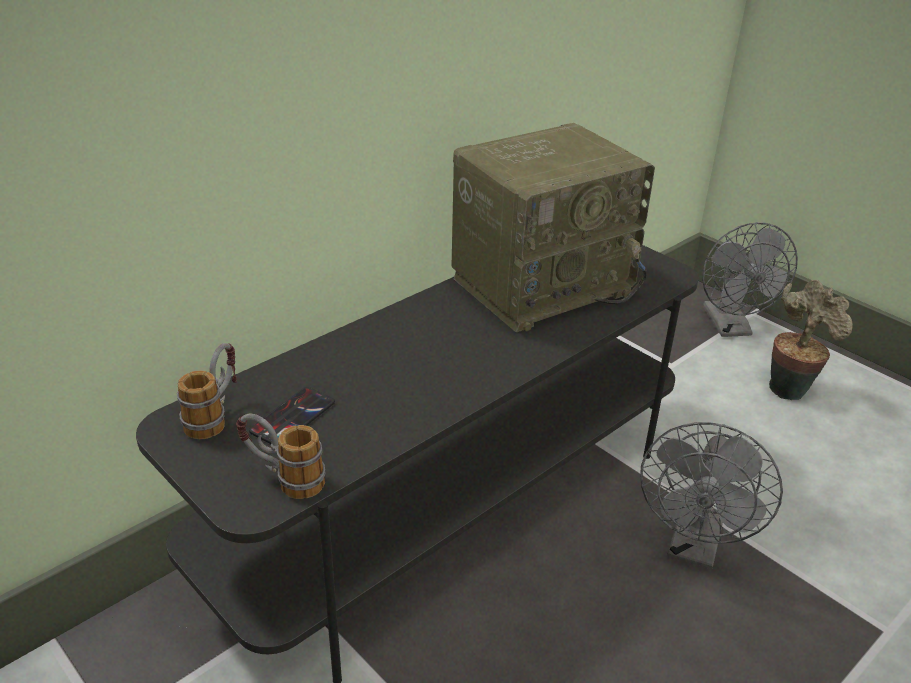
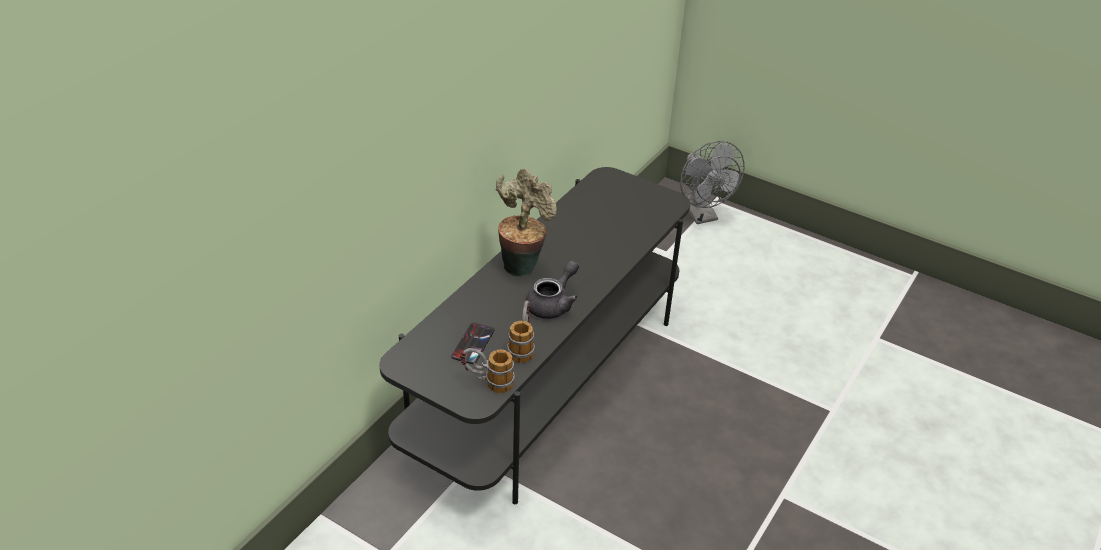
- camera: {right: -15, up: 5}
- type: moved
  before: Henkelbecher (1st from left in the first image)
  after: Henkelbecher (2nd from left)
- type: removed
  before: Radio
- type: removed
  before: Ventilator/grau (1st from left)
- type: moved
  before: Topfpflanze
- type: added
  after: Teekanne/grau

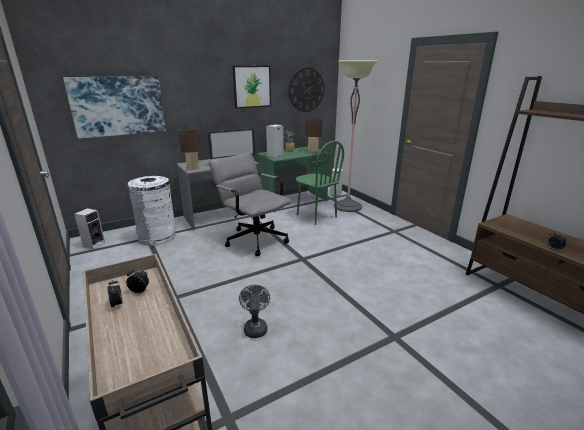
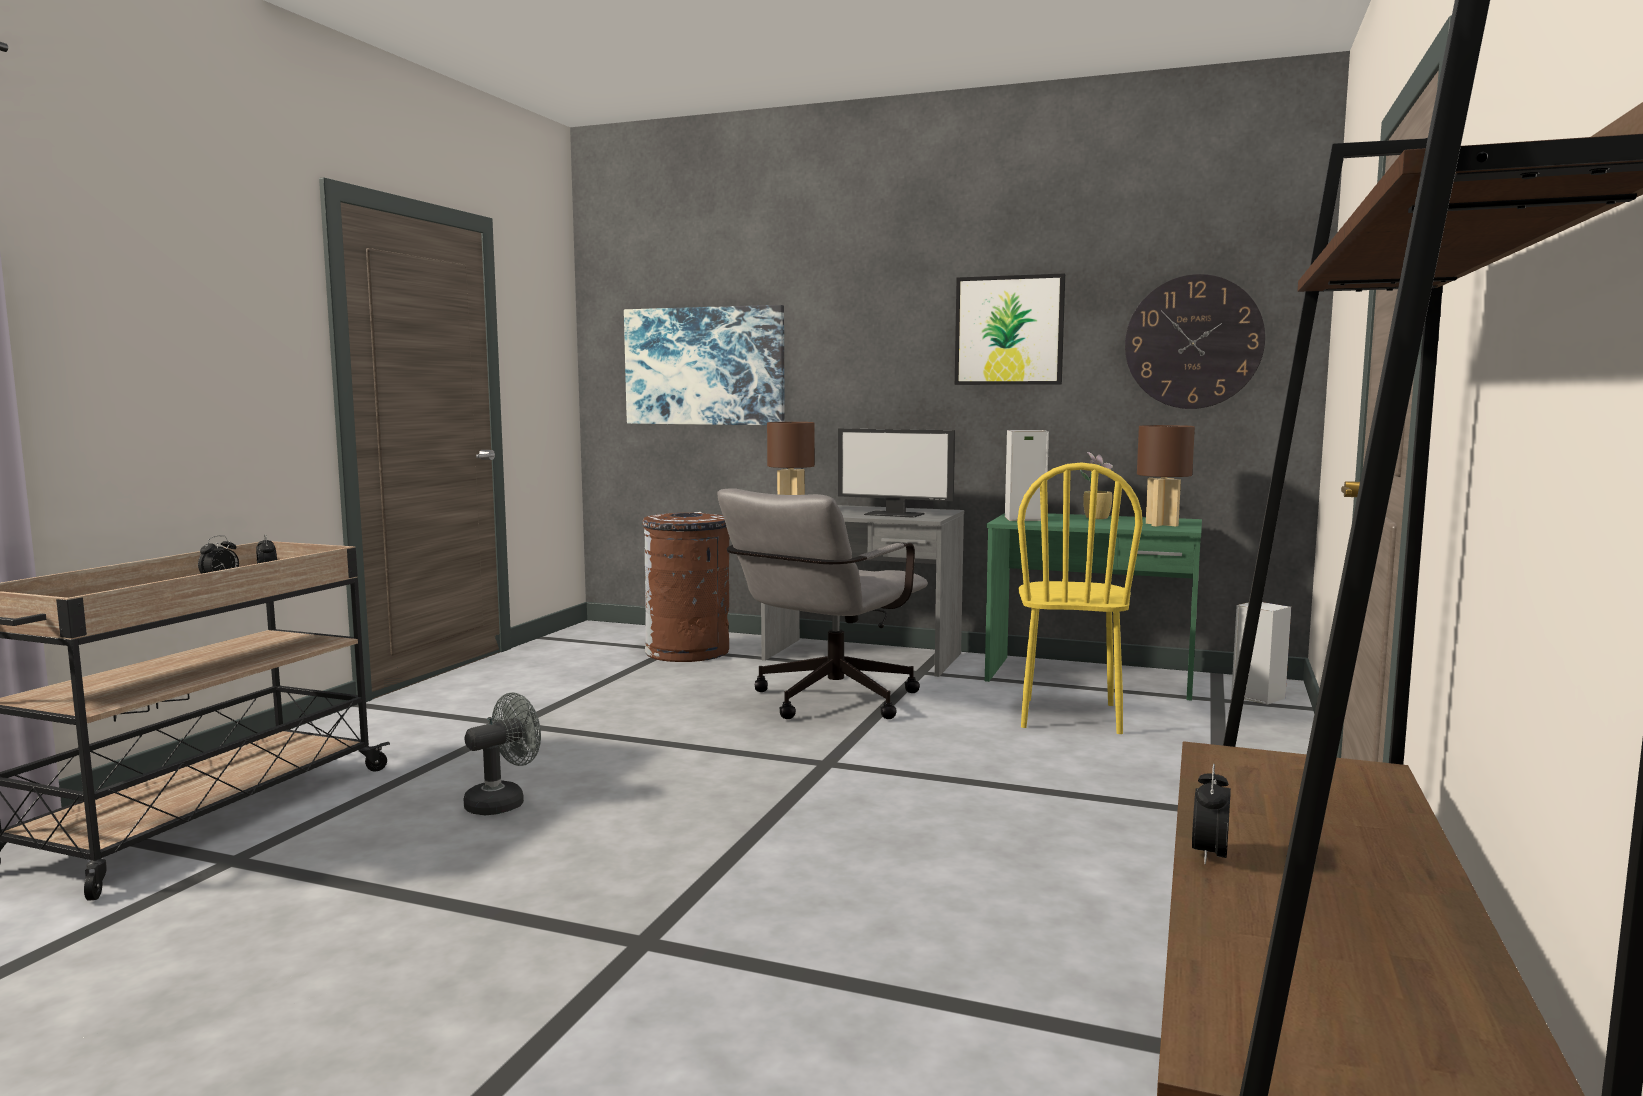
- camera: {right: 50, up: -15}
- type: removed
  before: Lautsprecher (1st from left)
- type: recoloured
  before: Mülleimer/weiß
  after: Mülleimer/braun
- type: turned
  before: Bürostuhl/grau
  turn: -150
- type: recoloured
  before: Stuhl/grün
  after: Stuhl/gelb
- type: removed
  before: Stehlampe

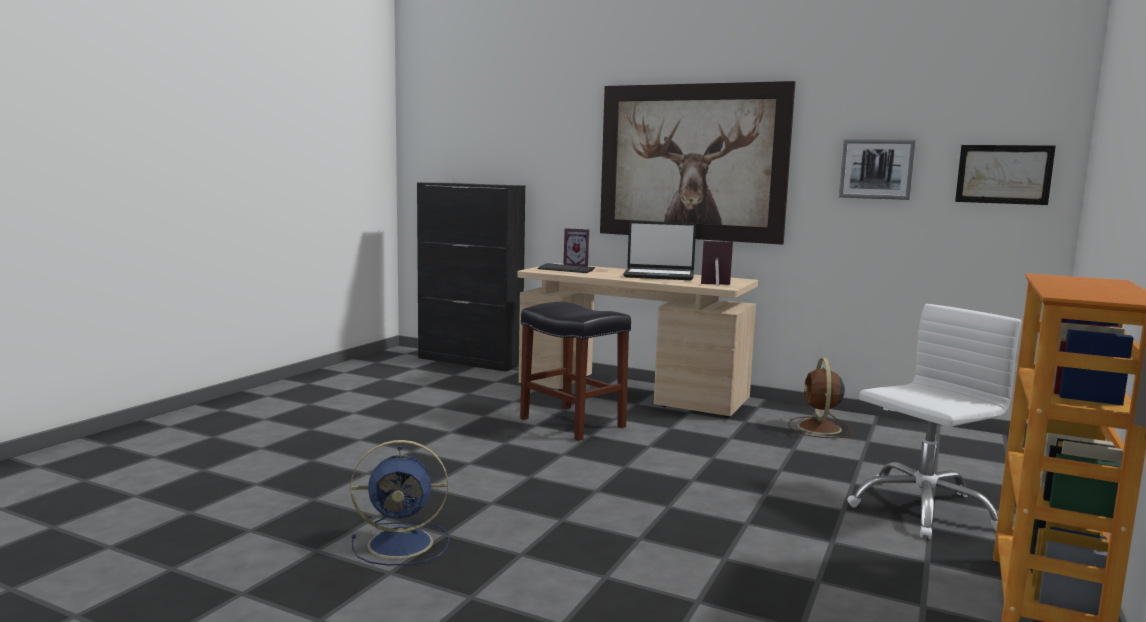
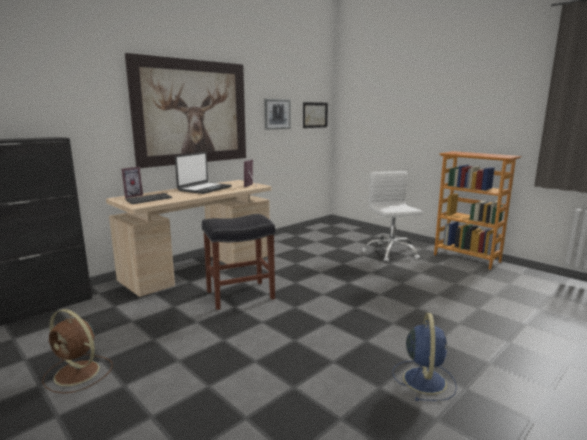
- camera: {right: -70, up: 5}
- type: moved
  before: Ventilator/braun

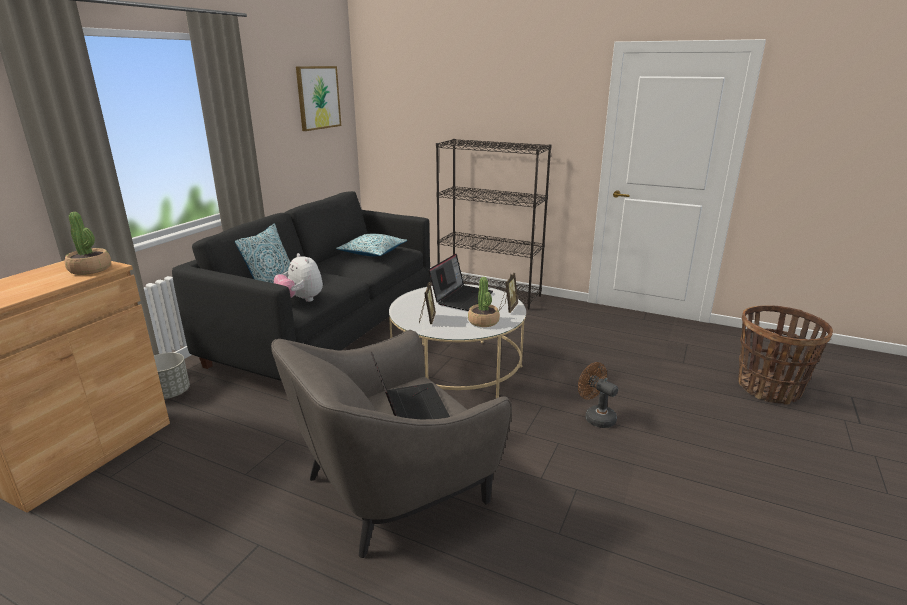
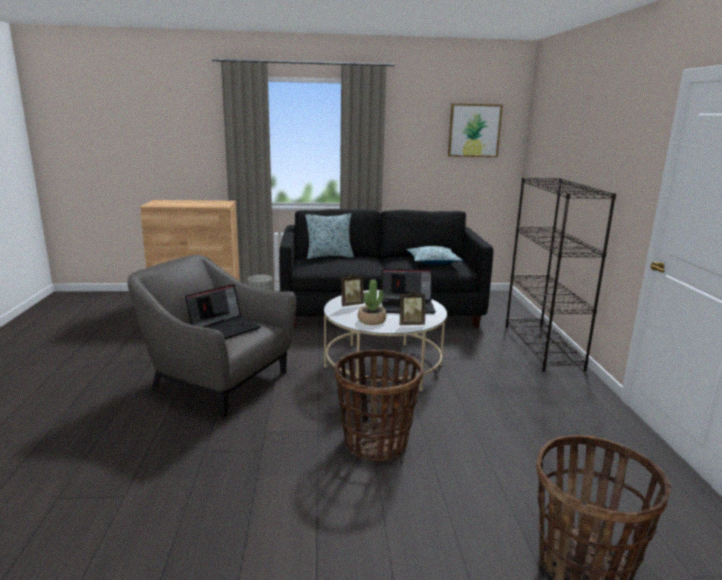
- camera: {right: 60, up: -5}
- type: removed
  before: Topfpflanze (1st from left)
- type: removed
  before: Plüschtier
- type: replaced
  before: Ventilator/braun
  after: Korb (1st from left)

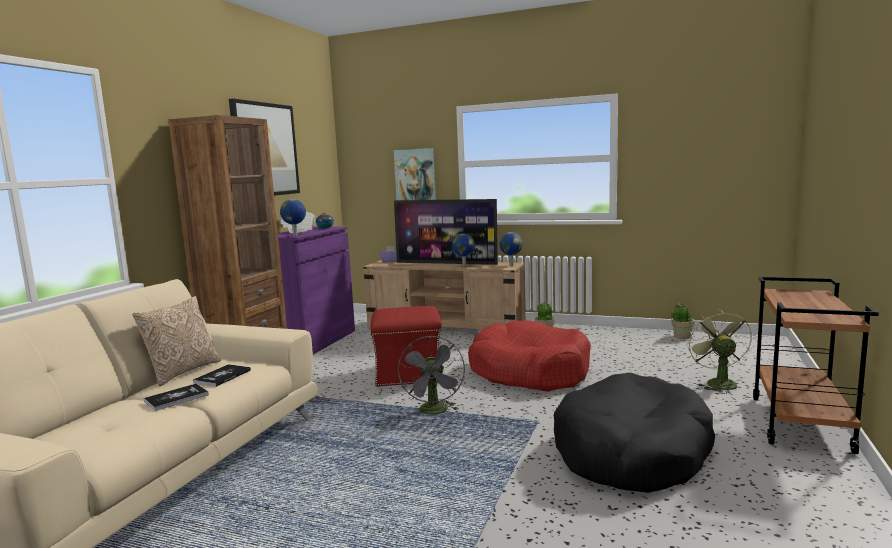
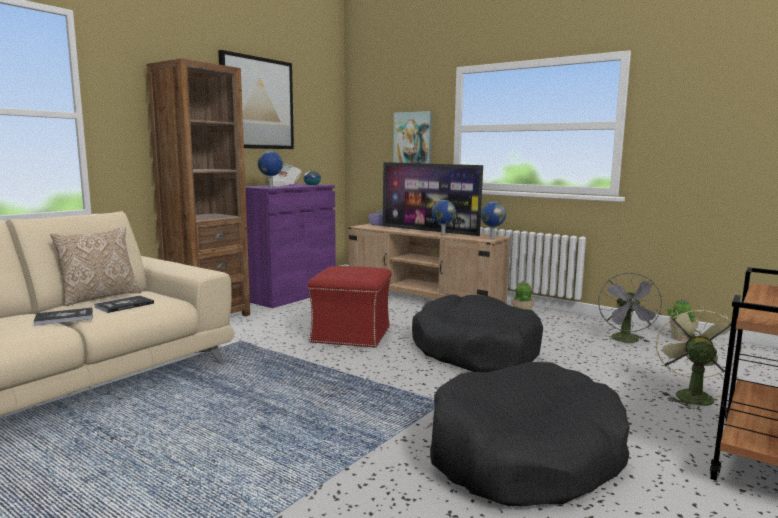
- camera: {right: 15, up: 0}
- type: moved
  before: Ventilator/grau
- type: recoloured
  before: Hundebett/rot
  after: Hundebett/schwarz (1st from left)

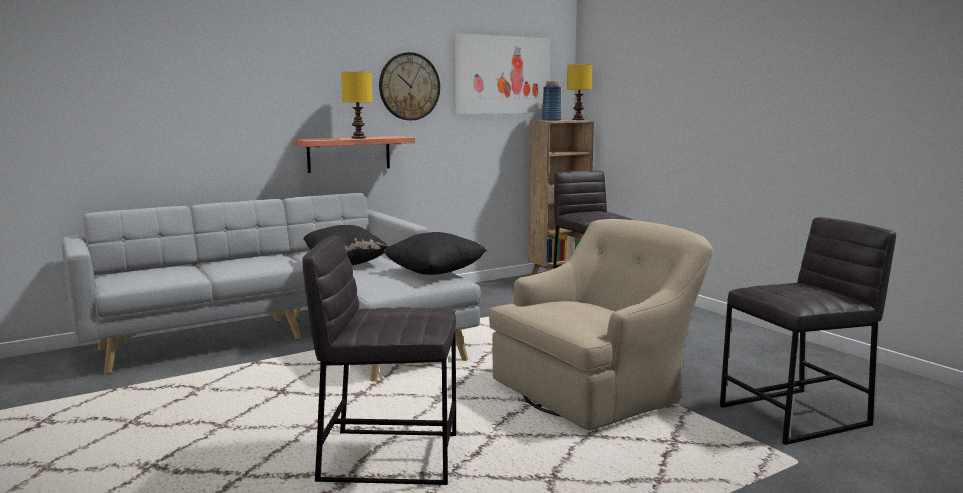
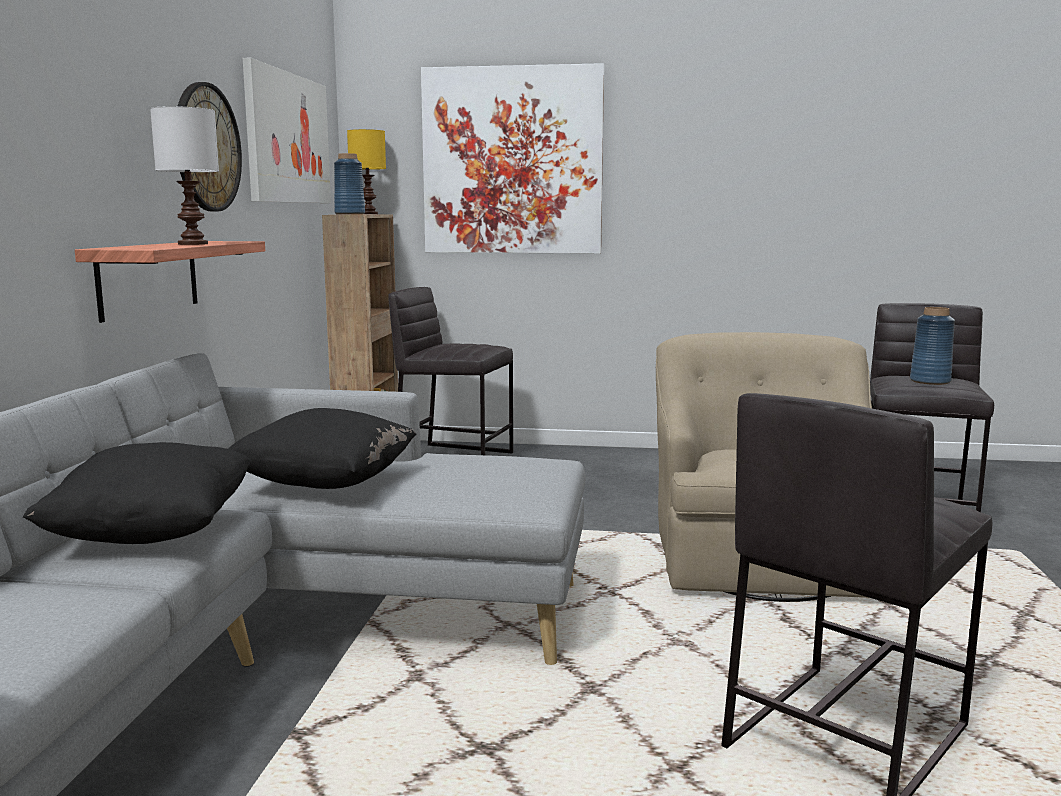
- camera: {right: -50, up: 0}
- type: recoloured
  before: Tischlampe/gelb (1st from left)
  after: Tischlampe/weiß
- type: moved
  before: Kissen/schwarz (2nd from left in the first image)
  after: Kissen/schwarz (1st from left)
- type: added
  after: Bild (2nd from left)
- type: added
  after: Vase/blau (2nd from left)

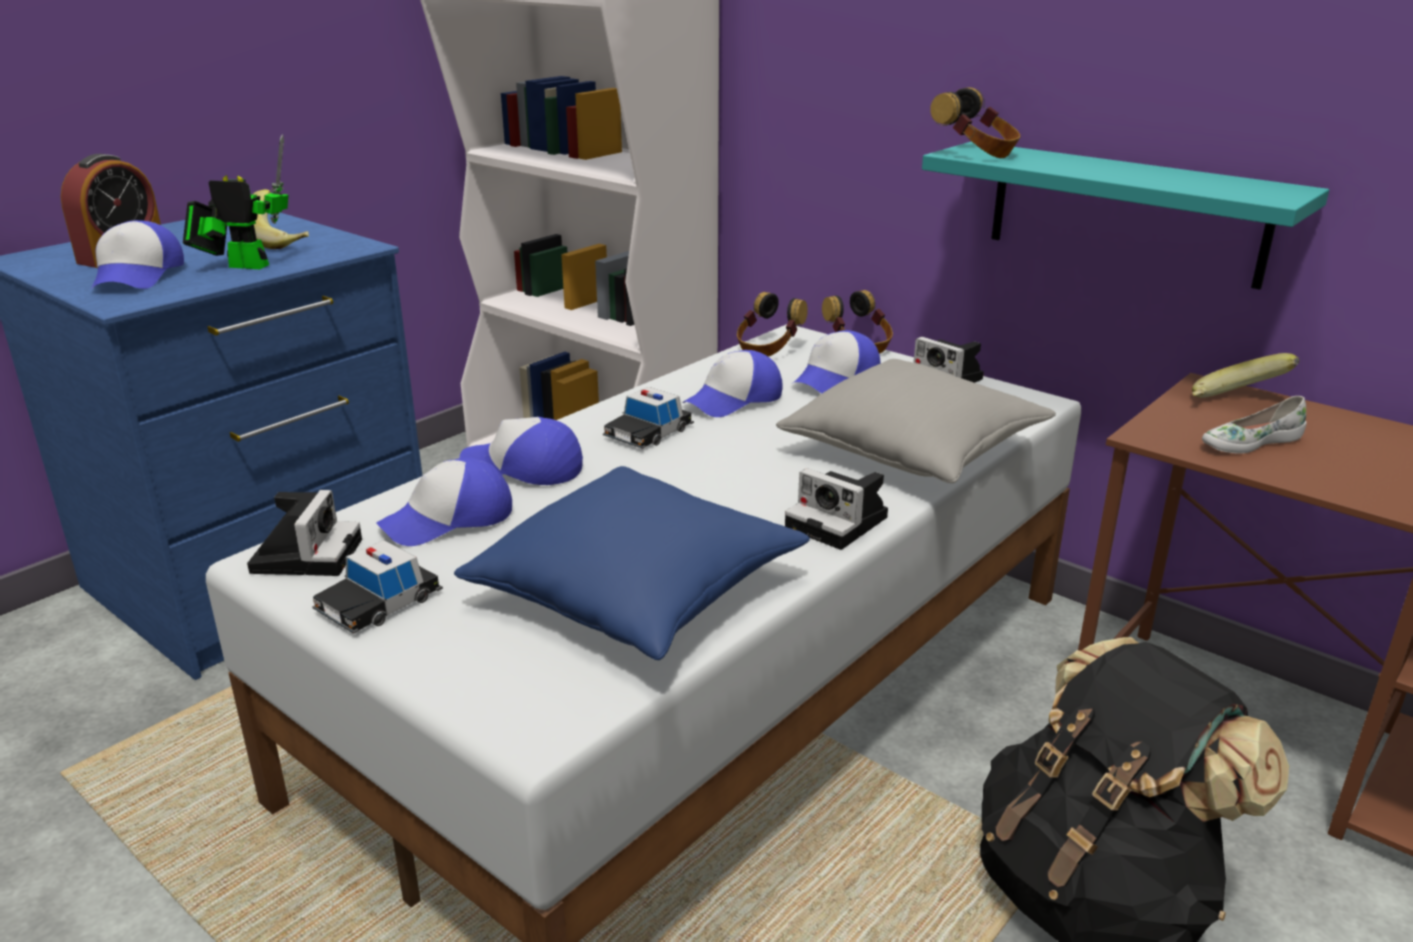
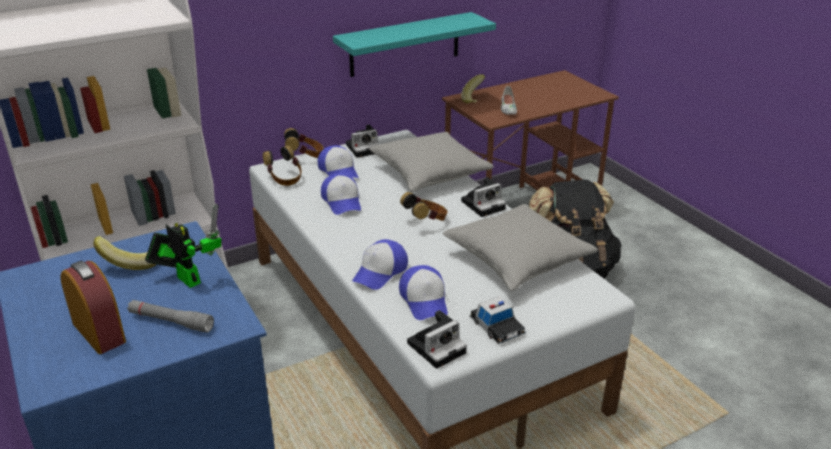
- camera: {right: -70, up: 5}
- type: replaced
  before: Kappe (1st from left)
  after: Taschenlampe/grau
- type: turned
  before: Spielzeugroboter
  turn: 105
- type: turned
  before: Kamera (1st from left in the first image)
  turn: 120
- type: recoloured
  before: Kissen/blau
  after: Kissen/grau (2nd from left)
- type: removed
  before: Spielzeugauto (2nd from left)
- type: moved
  before: Kopfhörer (3rd from left)

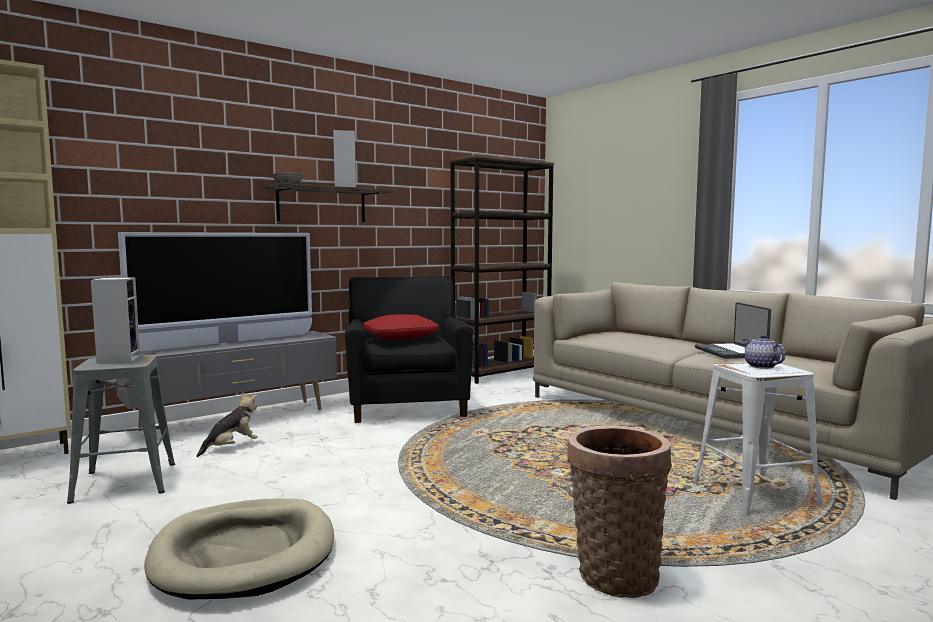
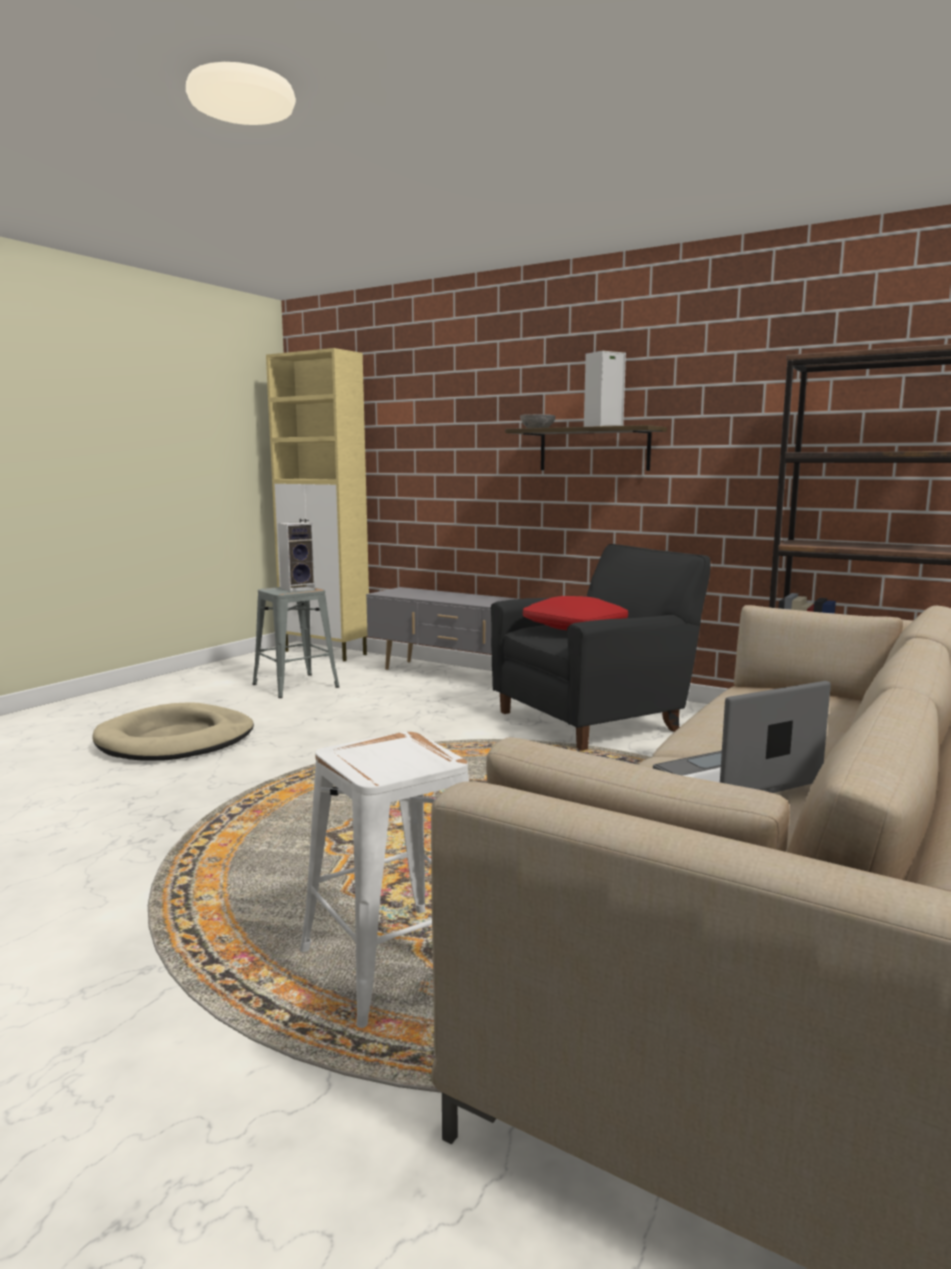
- camera: {right: 70, up: 5}
- type: removed
  before: Fernseher
- type: removed
  before: Plüschtier
- type: removed
  before: Korb
- type: removed
  before: Teekanne

